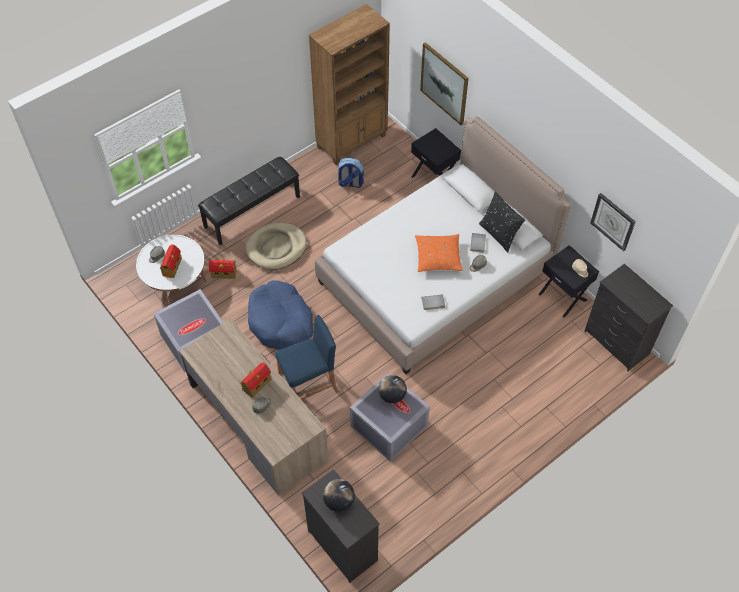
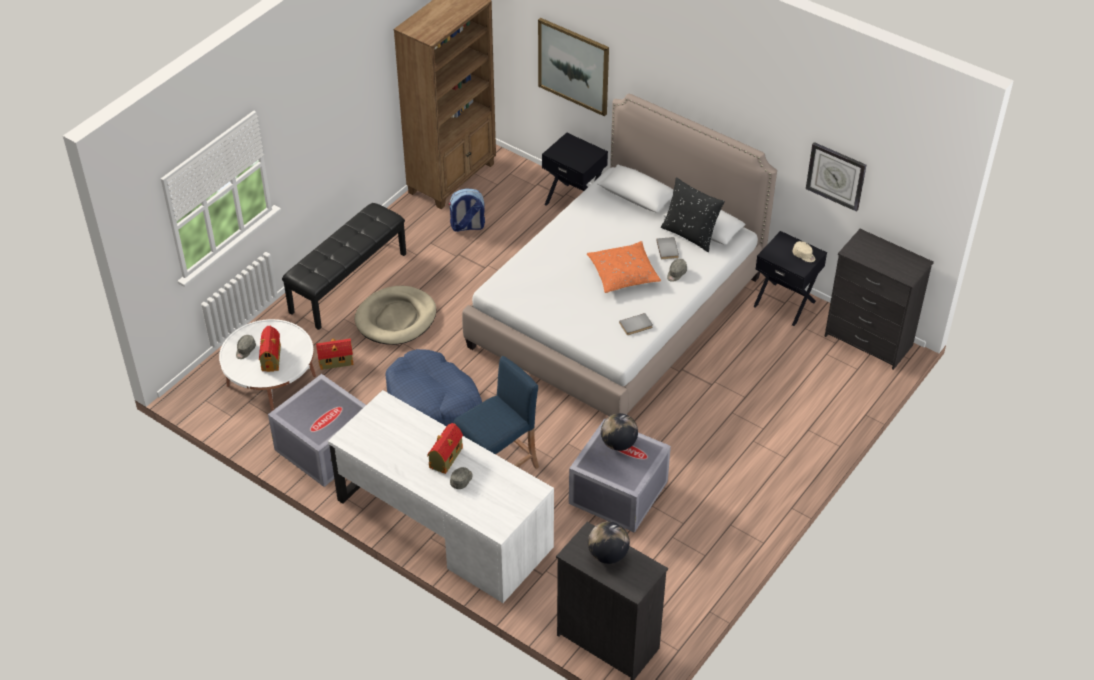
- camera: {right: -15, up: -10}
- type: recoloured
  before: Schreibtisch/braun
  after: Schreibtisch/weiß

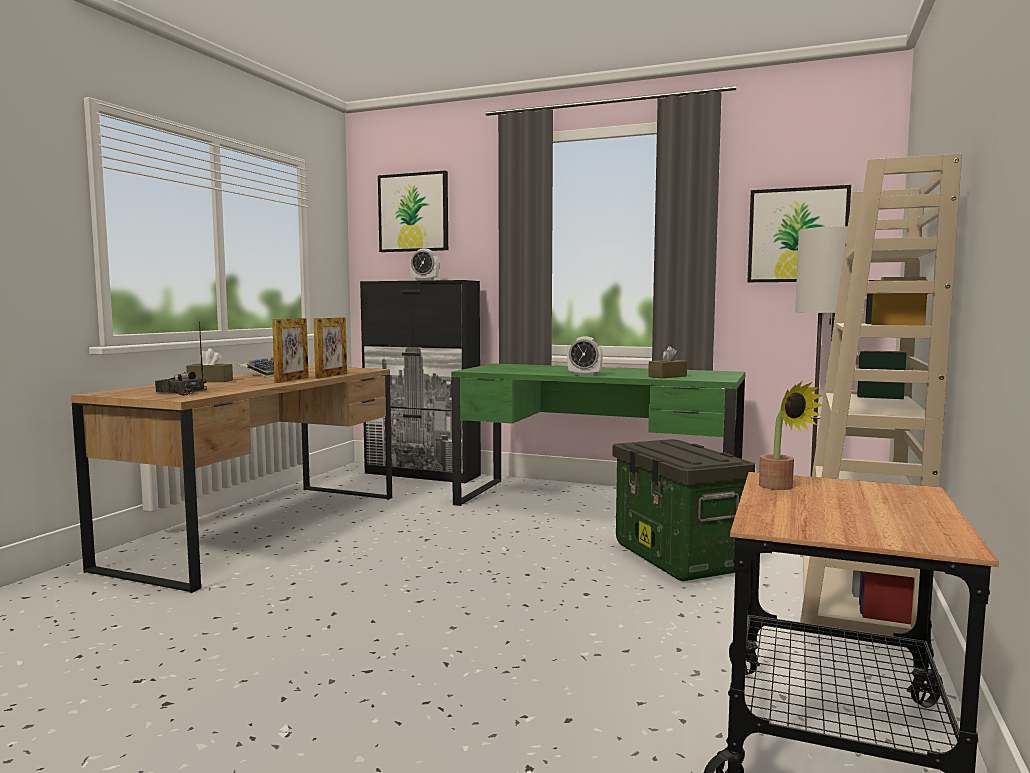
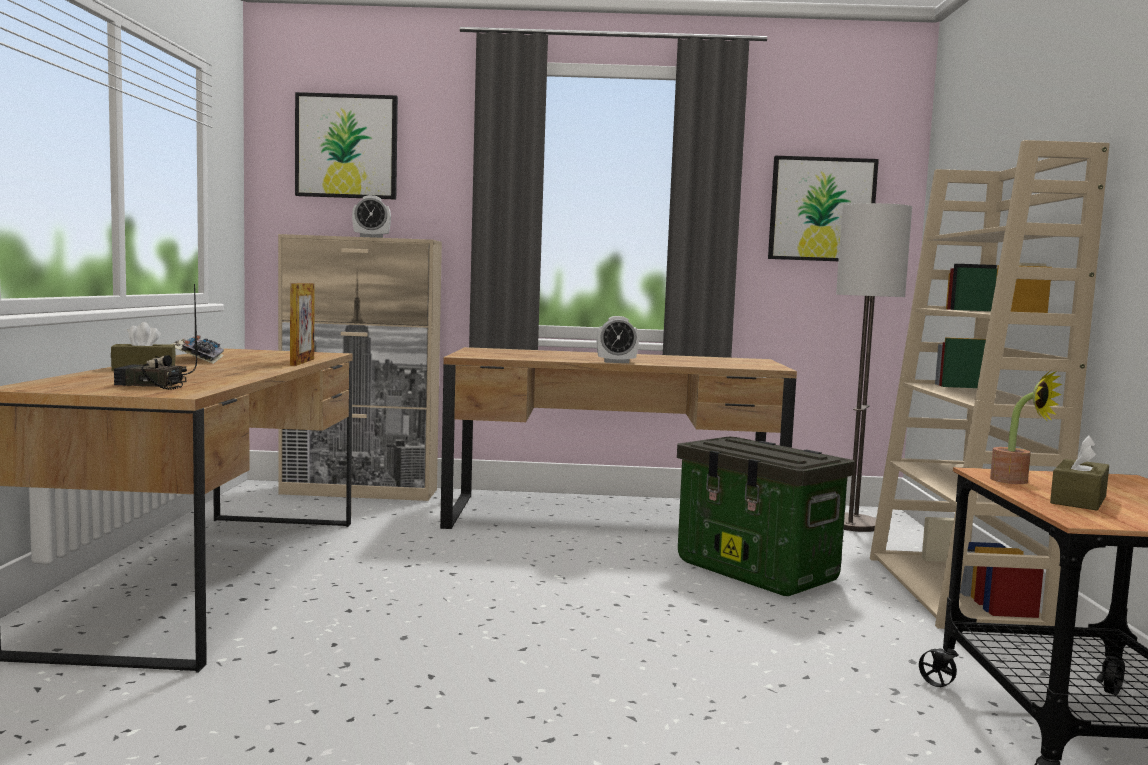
- camera: {right: -20, up: 0}
- type: removed
  before: Bilderrahmen (1st from left)
- type: recoloured
  before: Schrank/schwarz
  after: Schrank/beige
- type: recoloured
  before: Schreibtisch/grün
  after: Schreibtisch/braun (2nd from left)
- type: moved
  before: Taschentuchbox/braun (2nd from left)

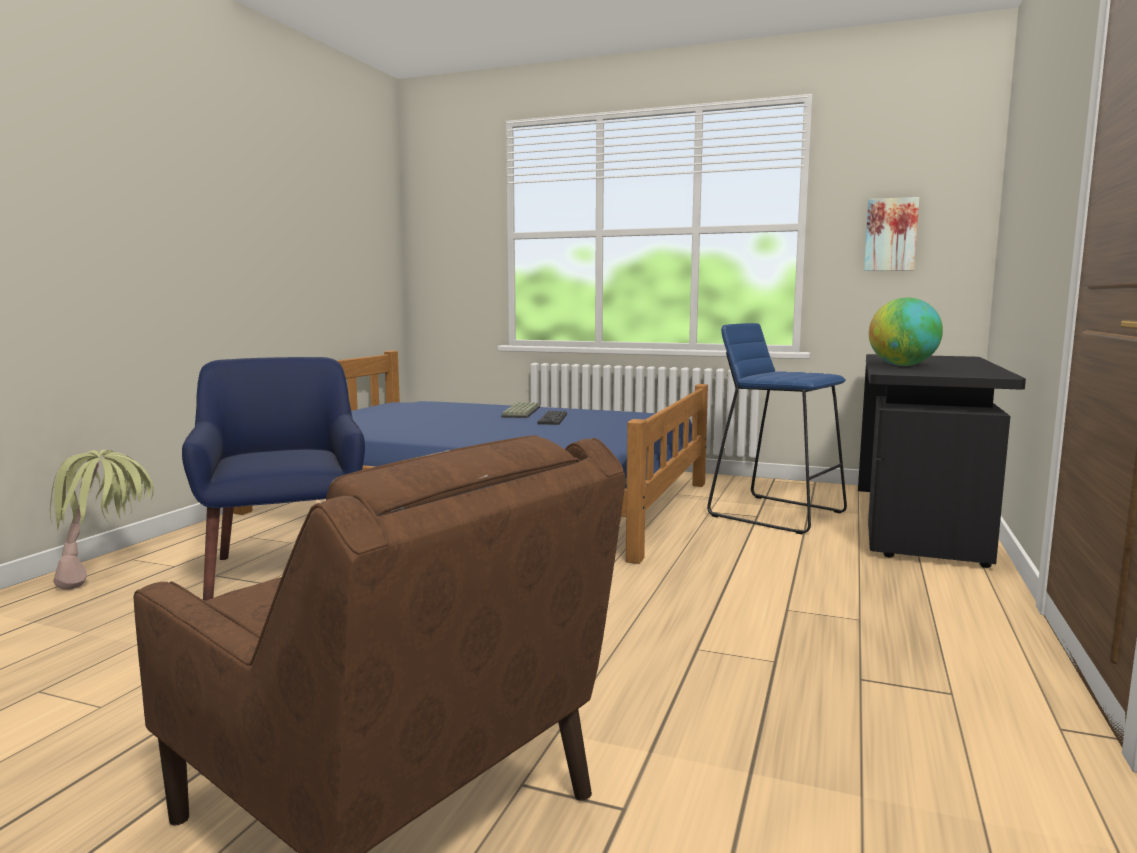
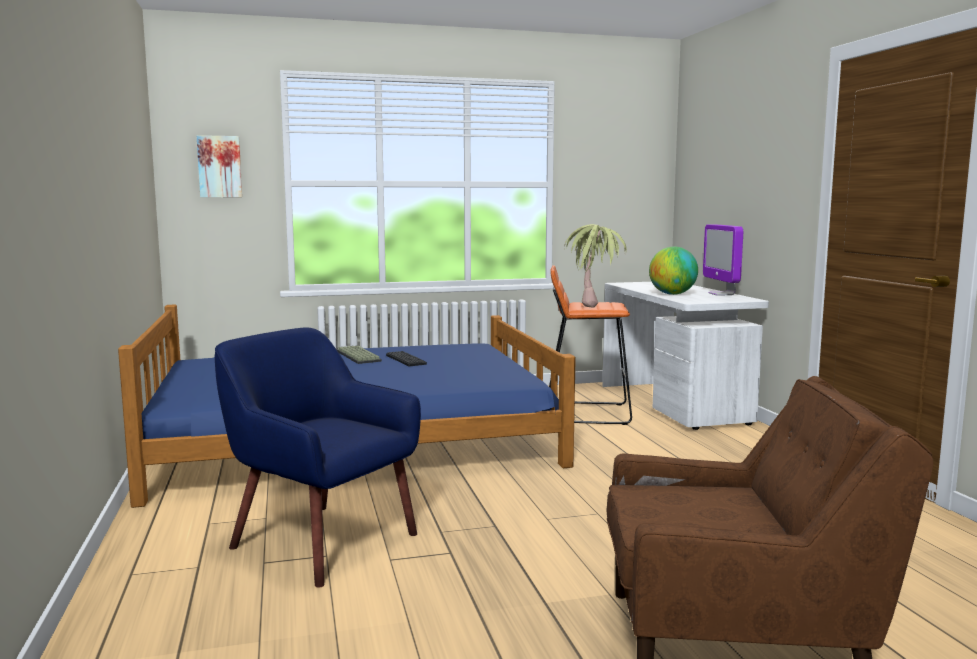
- camera: {right: -35, up: 0}
- type: moved
  before: Topfpflanze
- type: recoloured
  before: Hocker/blau
  after: Hocker/orange
- type: recoloured
  before: Schreibtisch/schwarz
  after: Schreibtisch/weiß
- type: moved
  before: Bild
- type: added
  after: Monitor

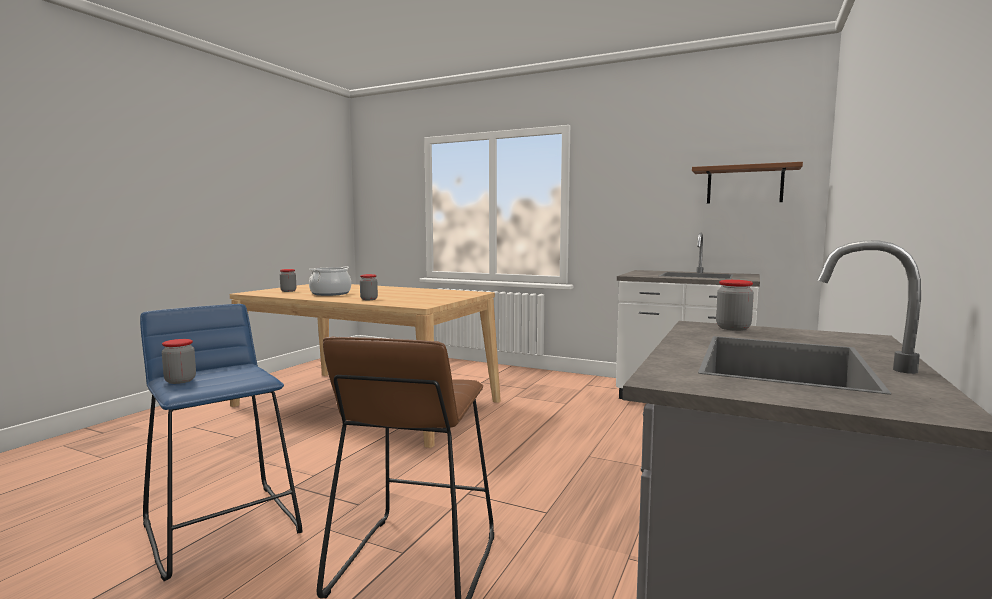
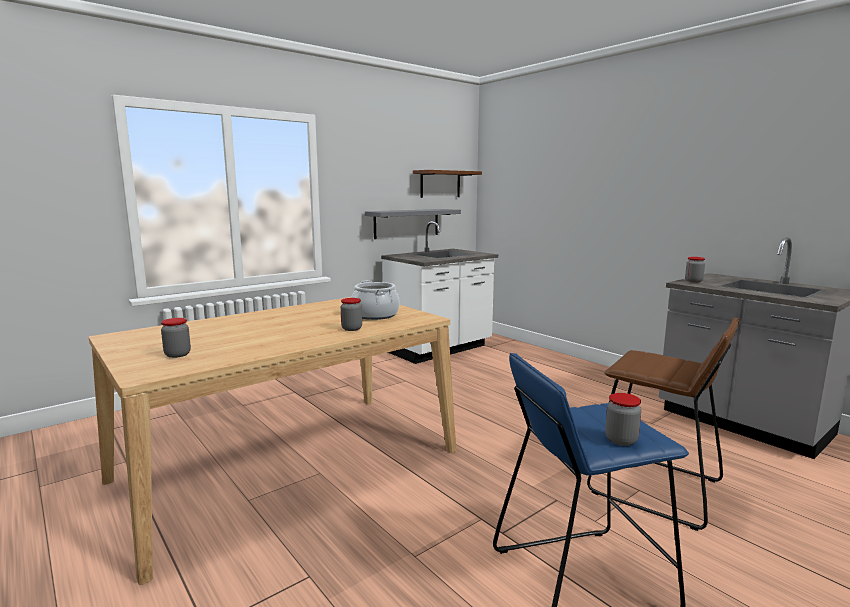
- camera: {right: -65, up: 5}
- type: moved
  before: Kochtopf
- type: added
  after: Wandregal/grau

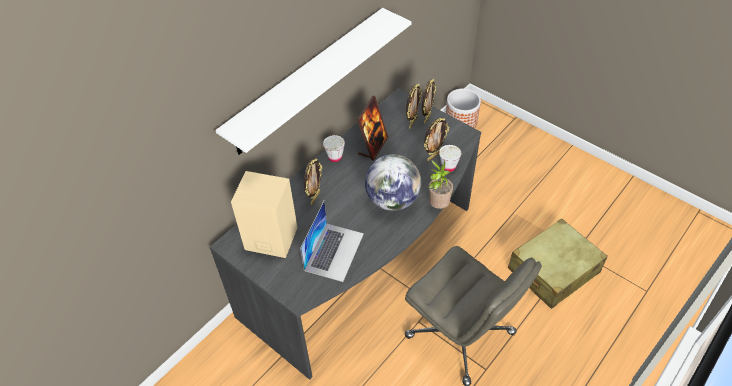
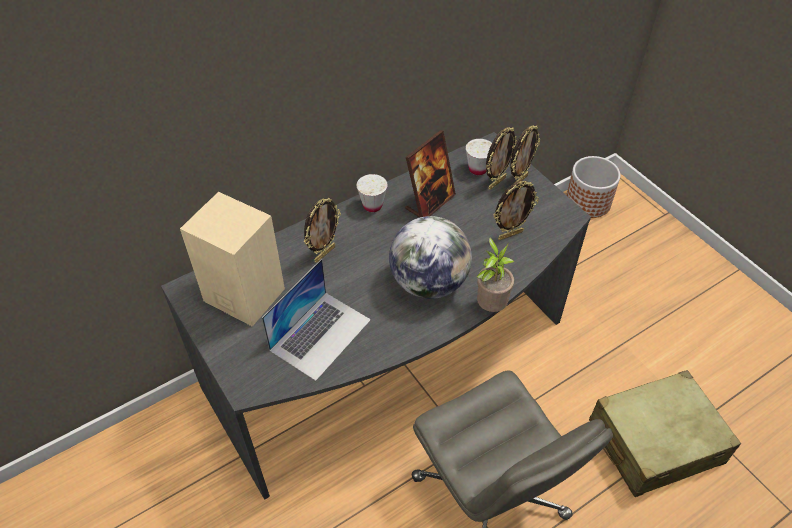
- camera: {right: 15, up: 0}
- type: removed
  before: Wandregal/weiß
- type: moved
  before: Tasse/weiß (2nd from left)

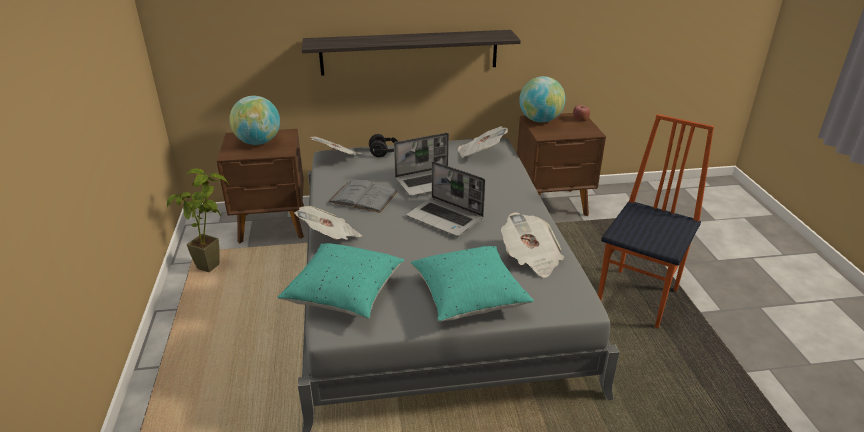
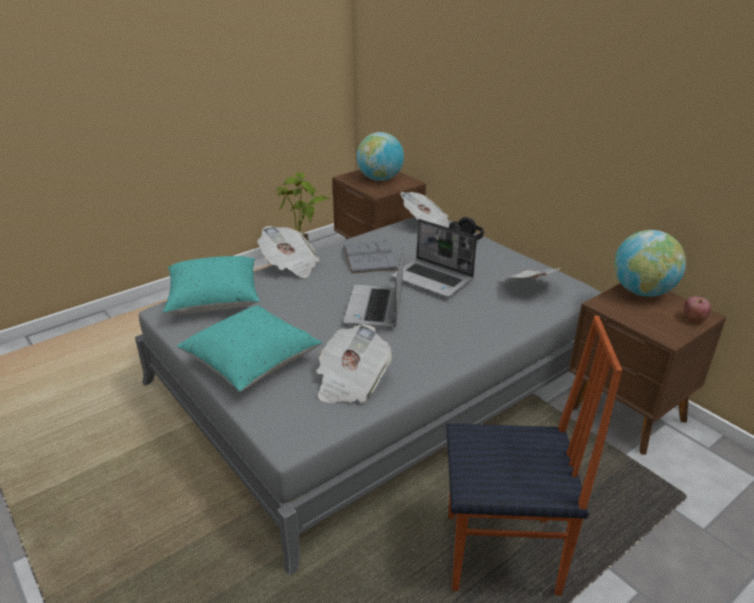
- camera: {right: 60, up: 0}
- type: removed
  before: Wandregal

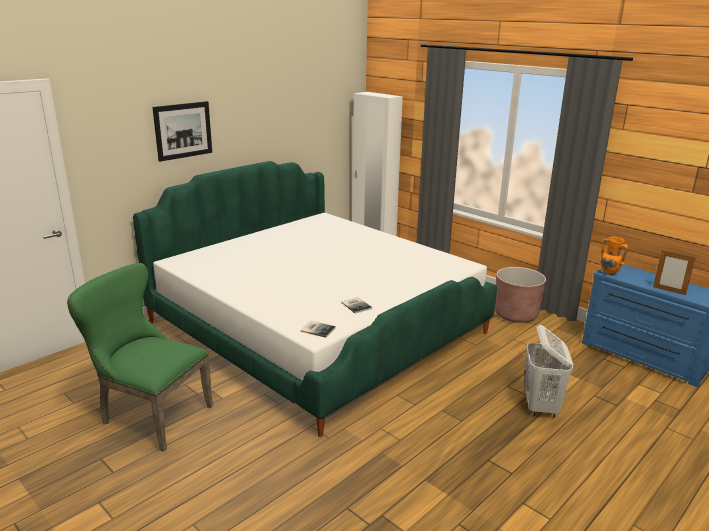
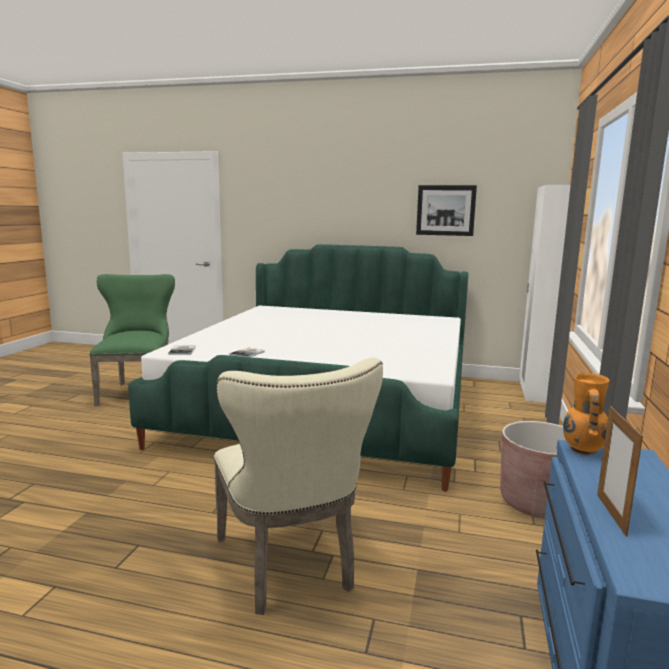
- camera: {right: 60, up: -10}
- type: moved
  before: Bild
- type: replaced
  before: Wäschekorb/weiß
  after: Stuhl/beige

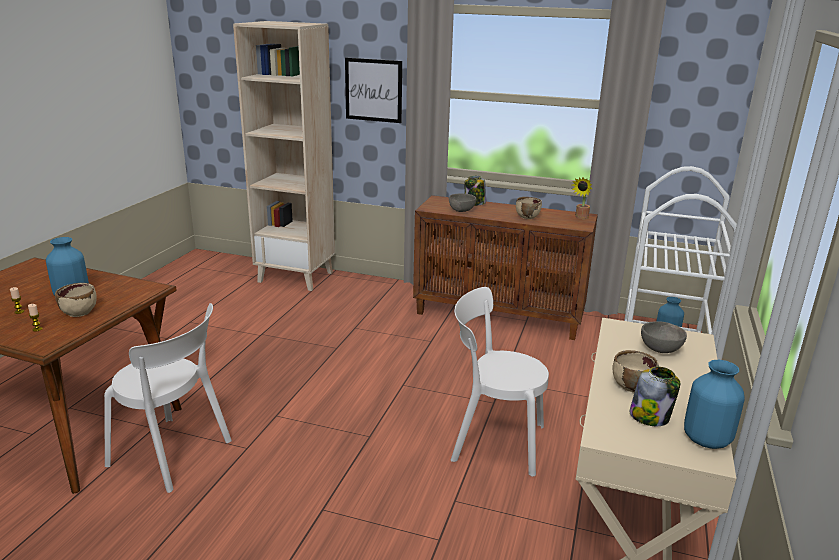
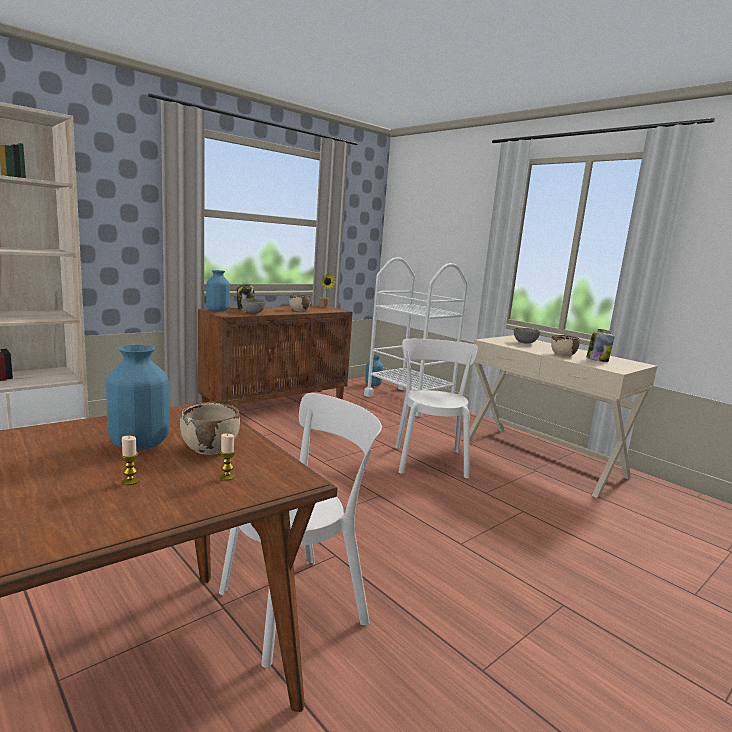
- camera: {right: -60, up: -10}
- type: removed
  before: Bild
- type: turned
  before: Stuhl/weiß (2nd from left)
  turn: 135
- type: moved
  before: Vase/blau (3rd from left in the first image)
  after: Vase/blau (2nd from left)

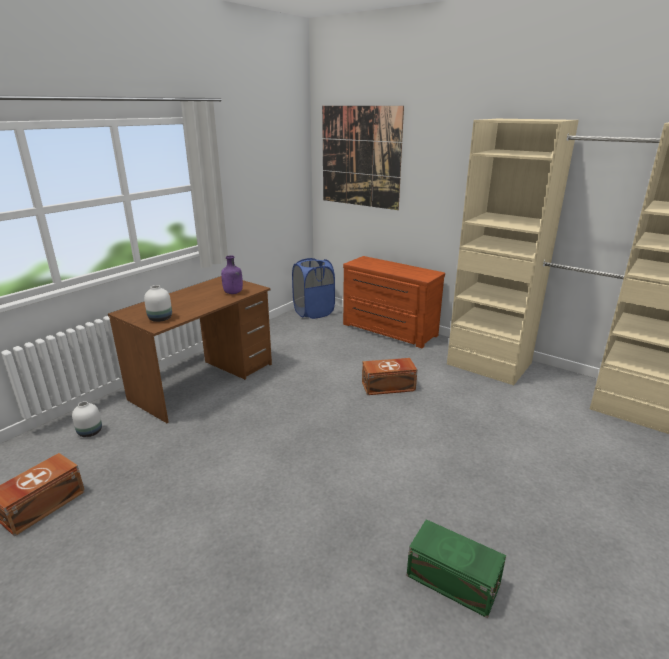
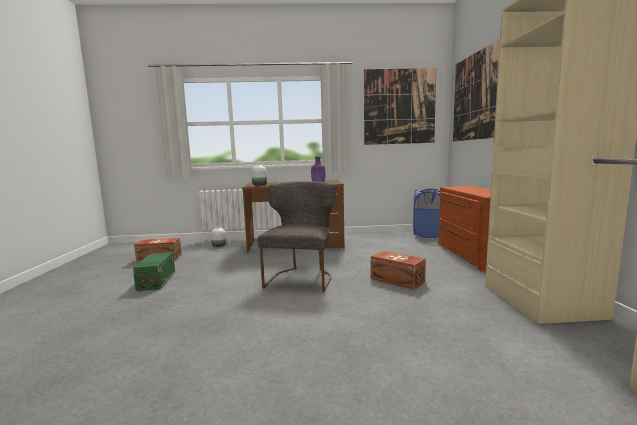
- camera: {right: 50, up: -15}
- type: moved
  before: Aufbewahrungsbox/grün
- type: added
  after: Stuhl/grau
- type: added
  after: Bild (1st from left)

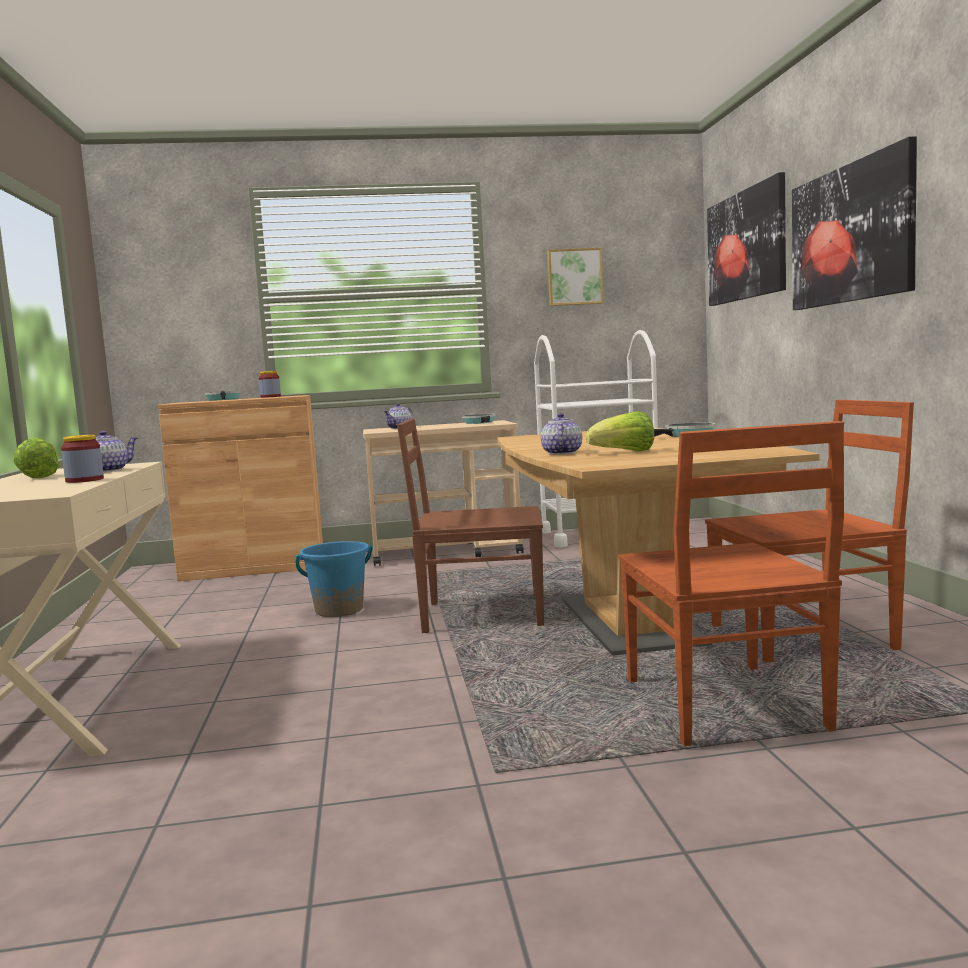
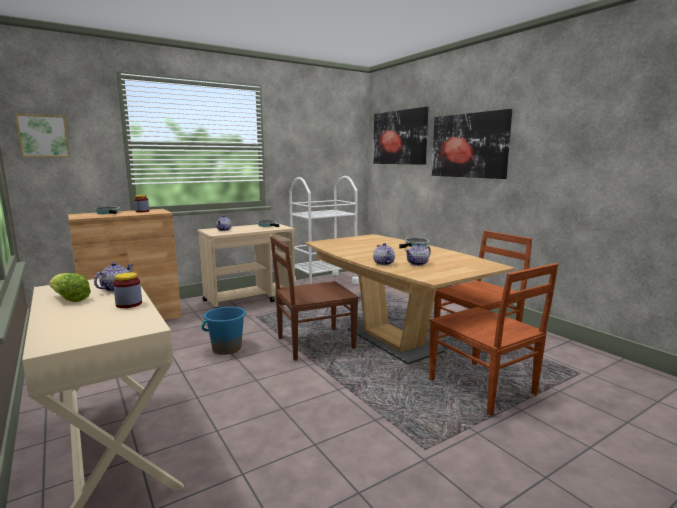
- camera: {right: -25, up: 5}
- type: moved
  before: Bild (1st from left)
- type: replaced
  before: Salatkopf (2nd from left)
  after: Teekanne (4th from left)

